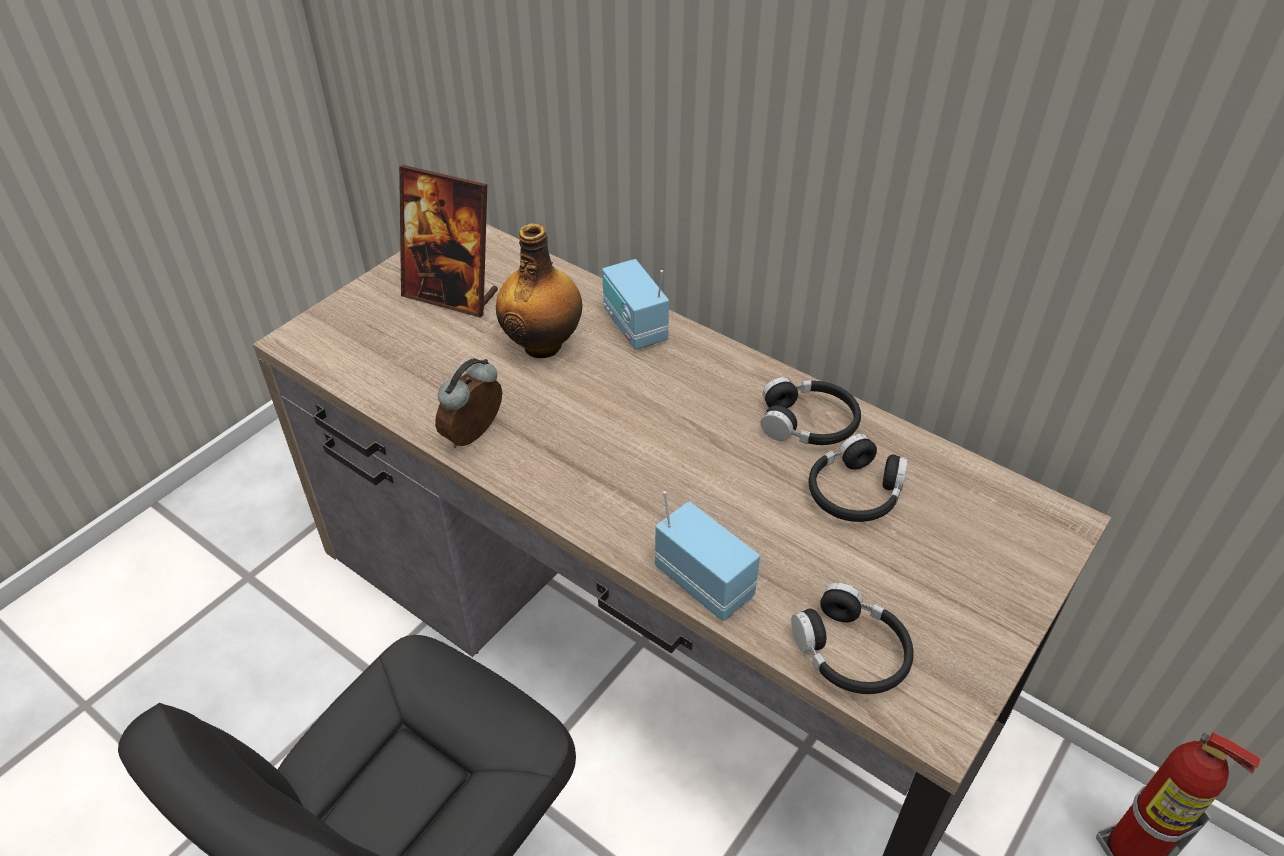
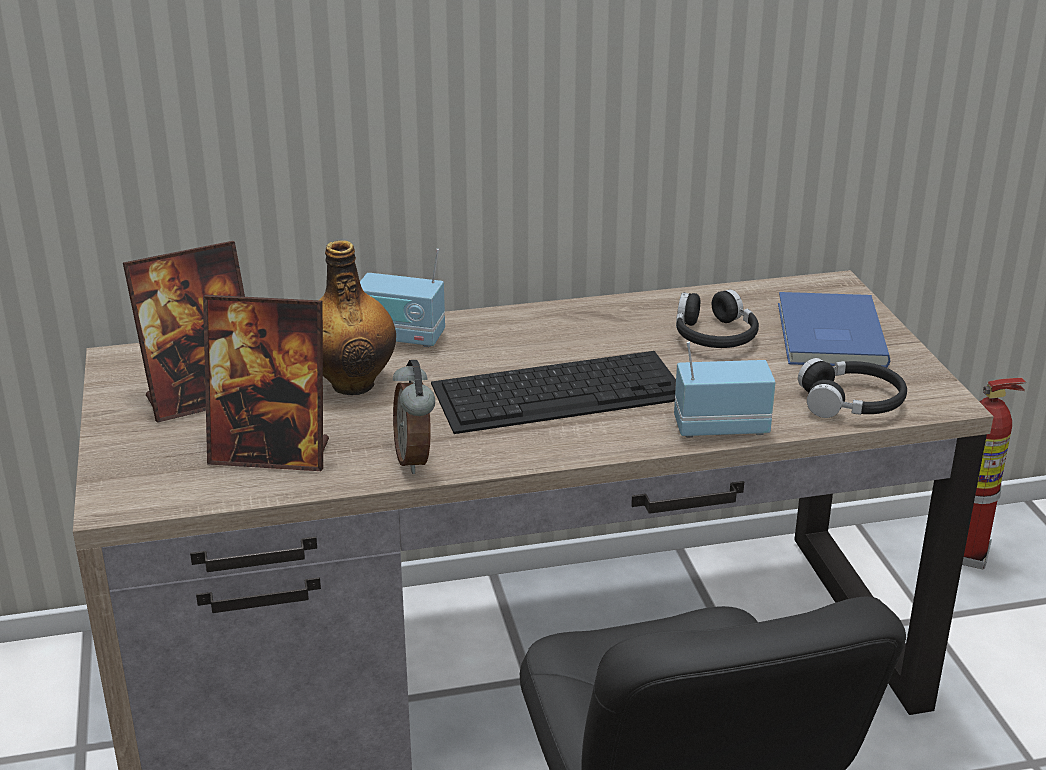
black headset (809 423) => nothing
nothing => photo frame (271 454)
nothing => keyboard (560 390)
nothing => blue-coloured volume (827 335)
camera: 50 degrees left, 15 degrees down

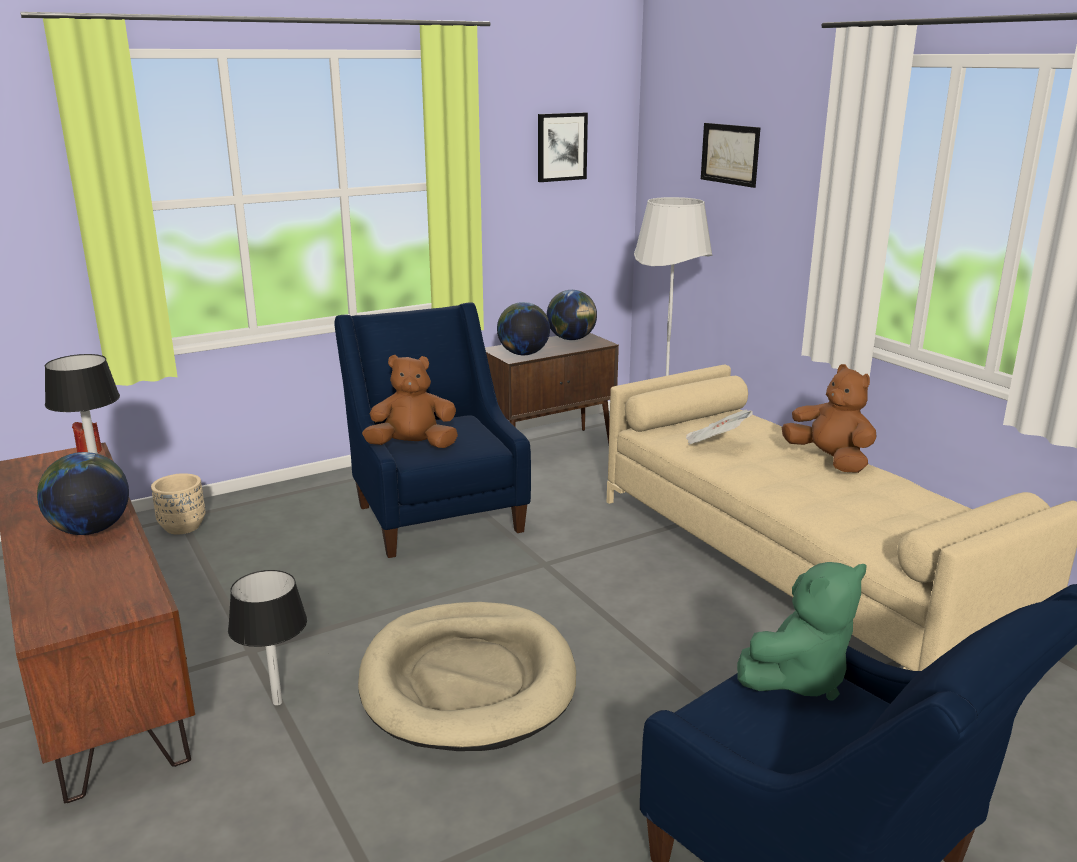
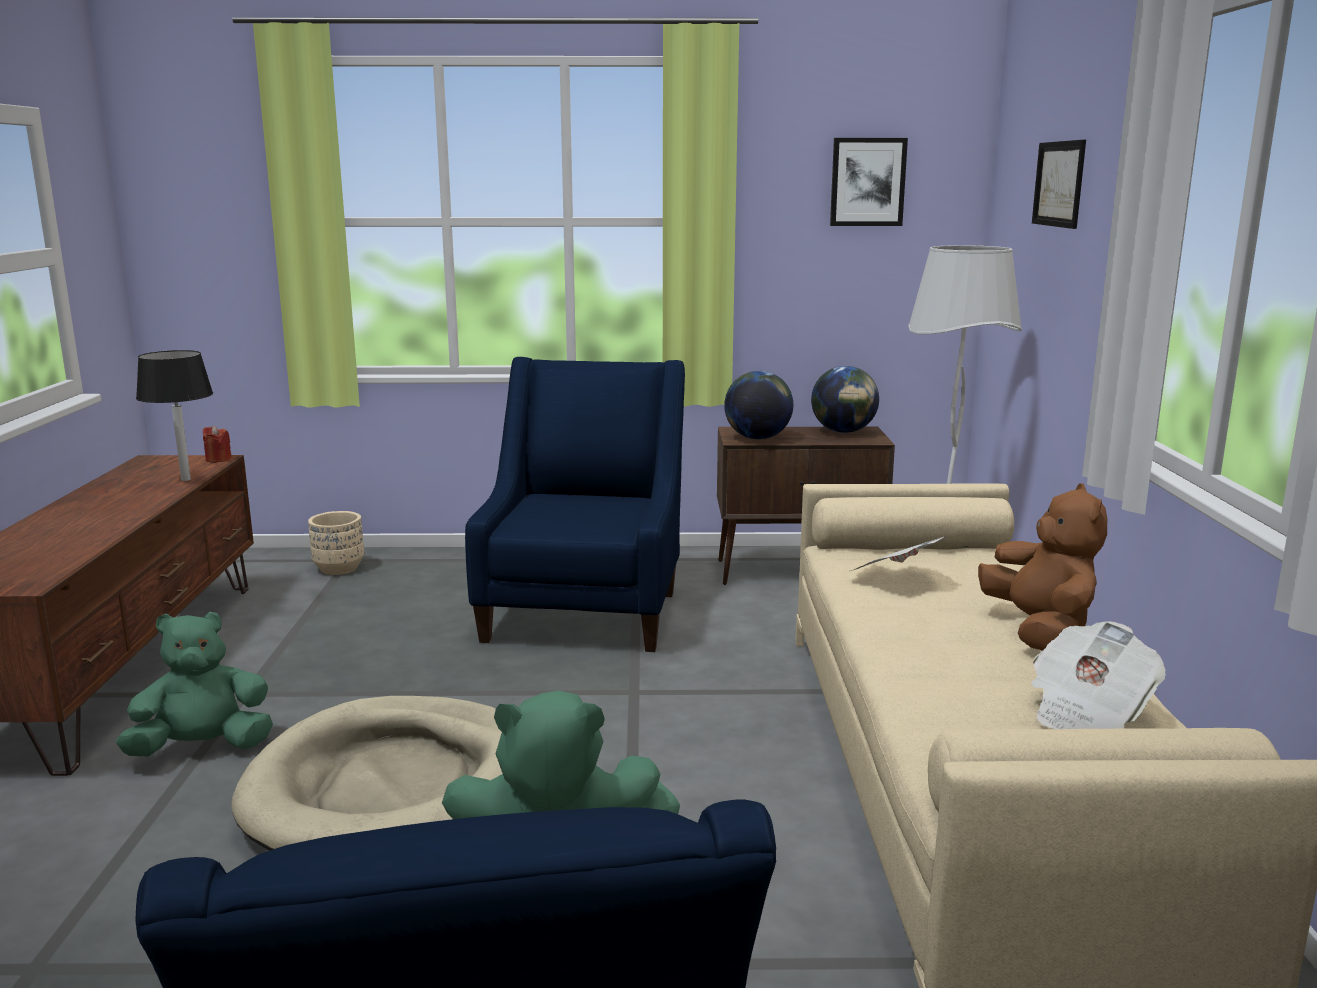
globe (90 530) => nothing
black tabletop lamp (277 702) => green-coloured plush toy (203 748)
brown-coloured plush toy (413 446) => nothing
nothing => daily paper (1087 709)
camera: 30 degrees right, 5 degrees down

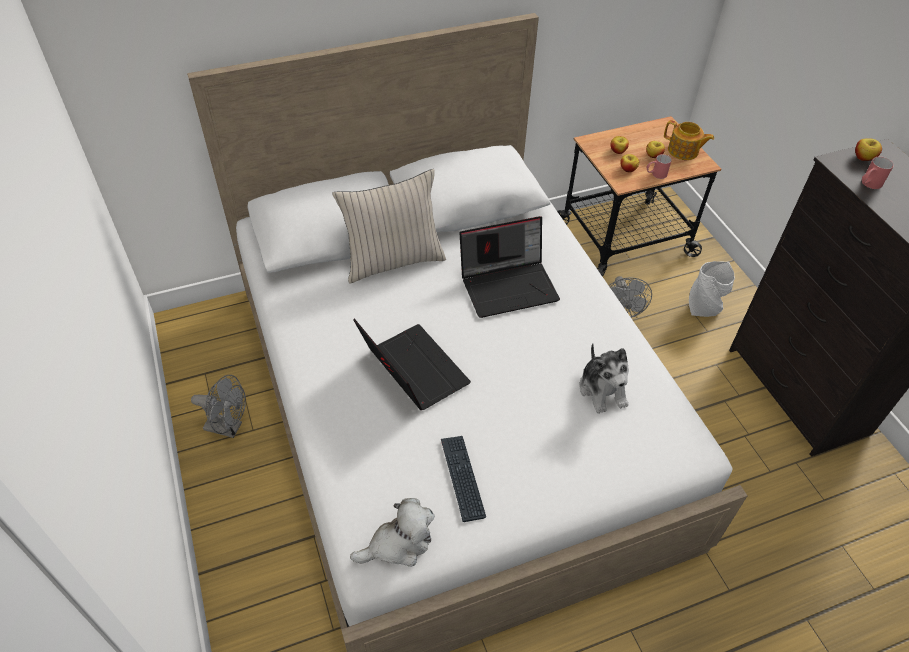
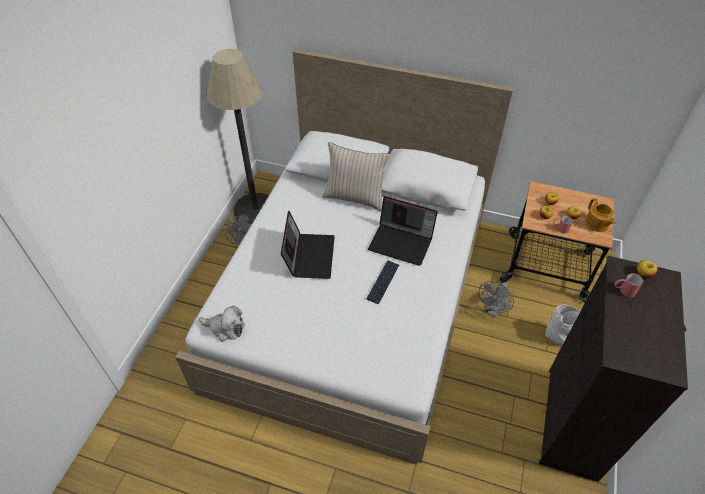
keyboard (462 478) => keyboard (383 282), move
plush toy (602 389) => nothing
nothing => floor lamp (255 209)
camera: 40 degrees right, 0 degrees up

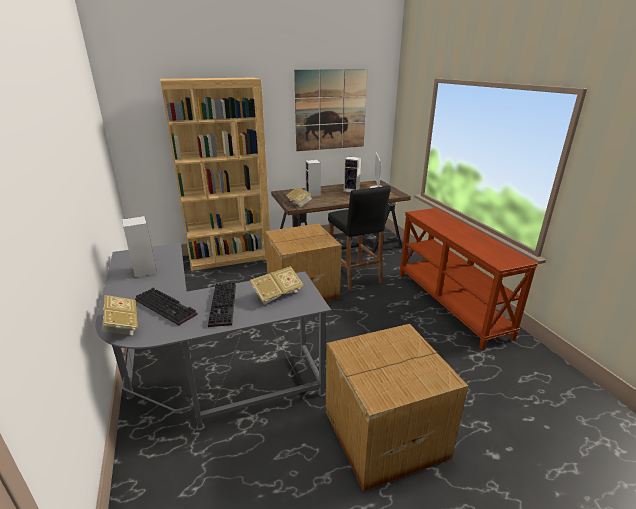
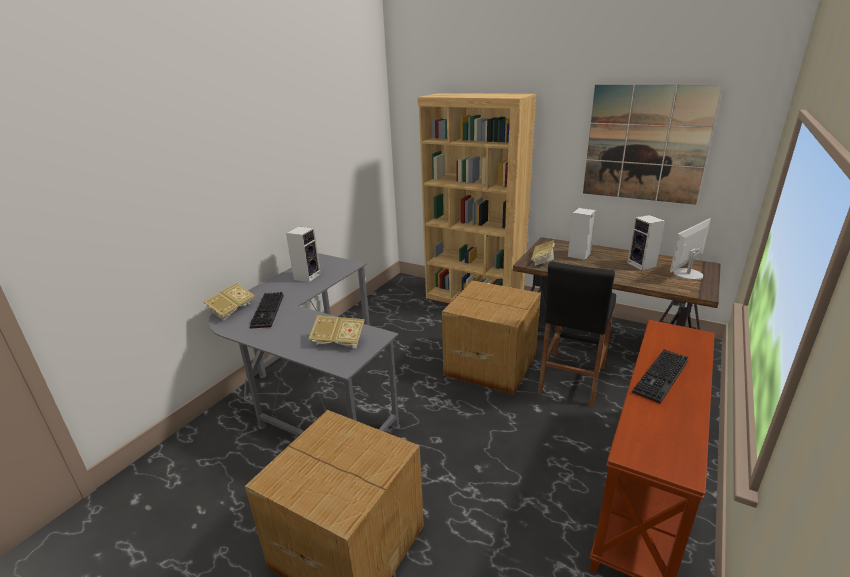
keyboard (224 305) => keyboard (662 378), move
camera: 50 degrees right, 0 degrees up

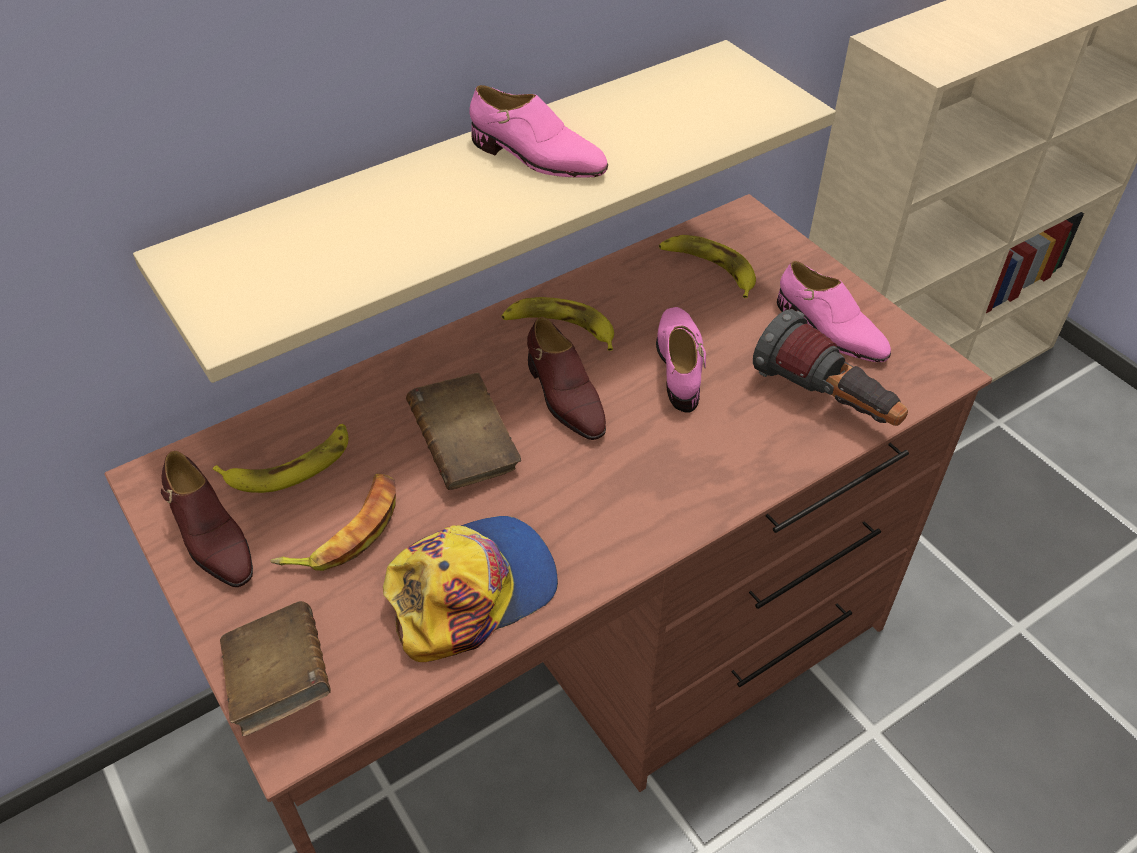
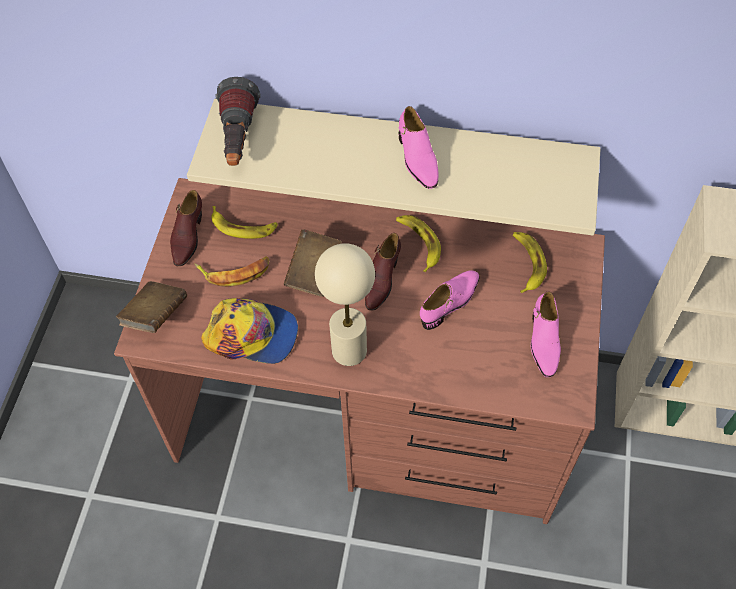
flashlight (826 401) => flashlight (238 140), move
nothing => sand-coloured tabletop lamp (348 350)
camera: 45 degrees right, 10 degrees up

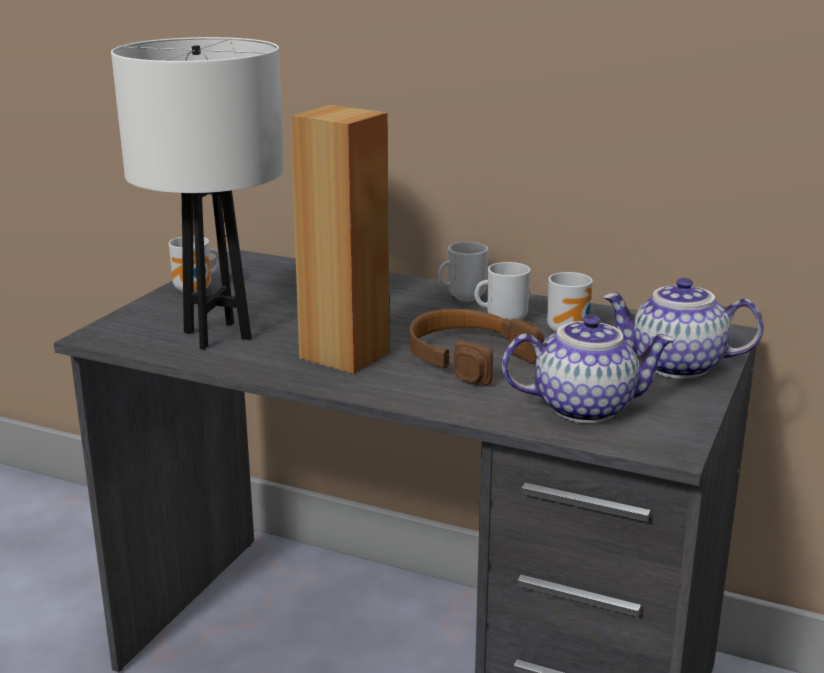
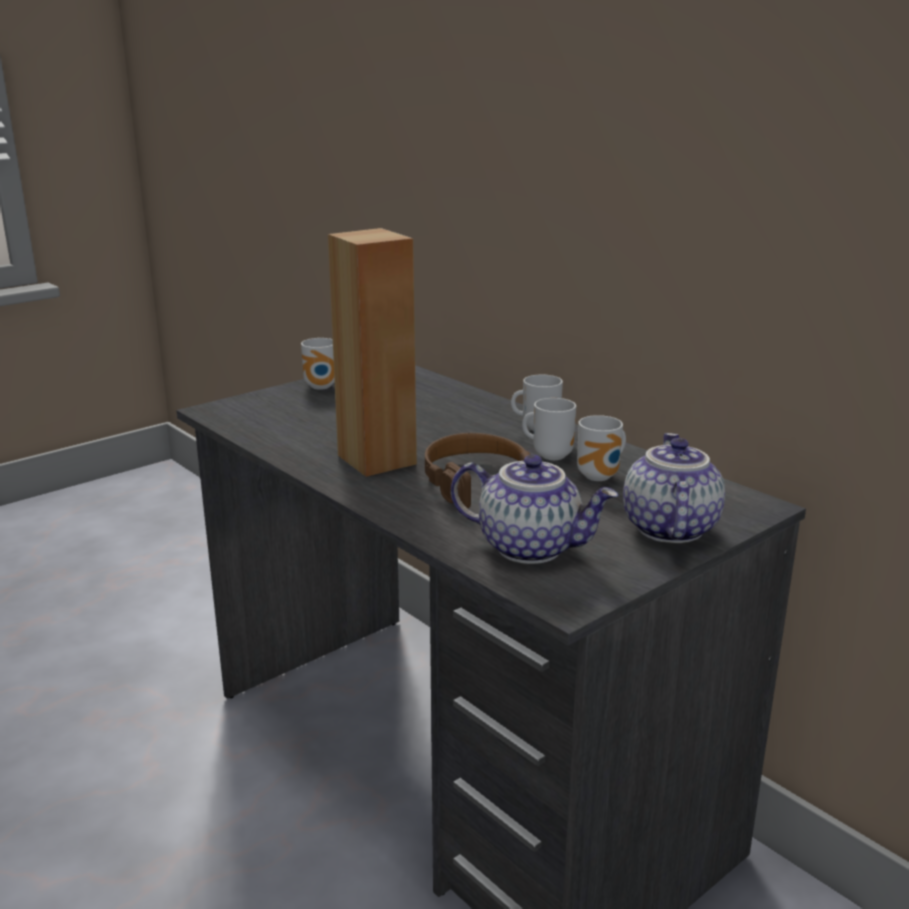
whitish tabletop lamp (216 335) => nothing
pot for tea (675 366) => pot for tea (667 528), 60 degrees clockwise
camera: 25 degrees right, 0 degrees up

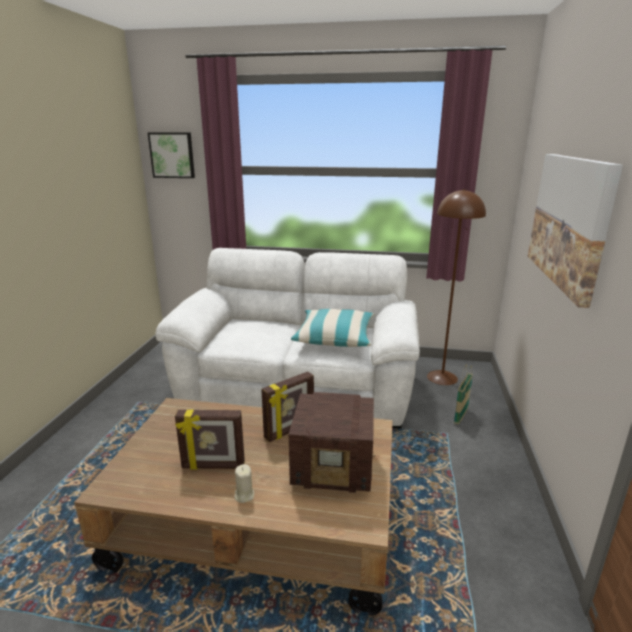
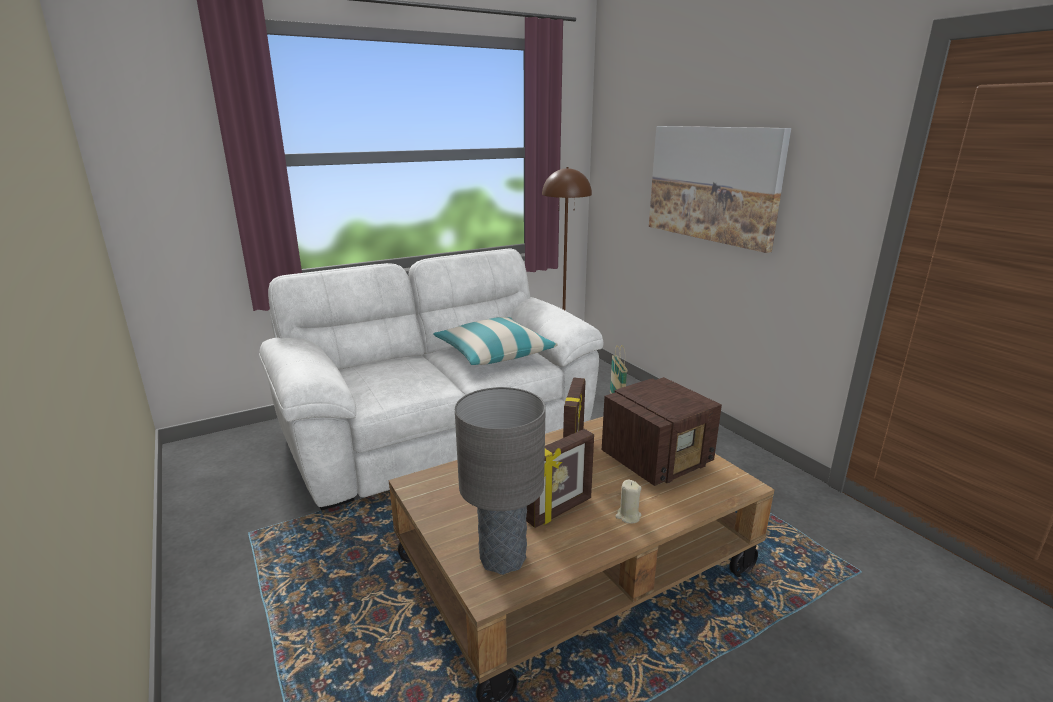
wall picture (172 155) => nothing
nothing => greyish tabletop lamp (502 558)
camera: 40 degrees left, 0 degrees up

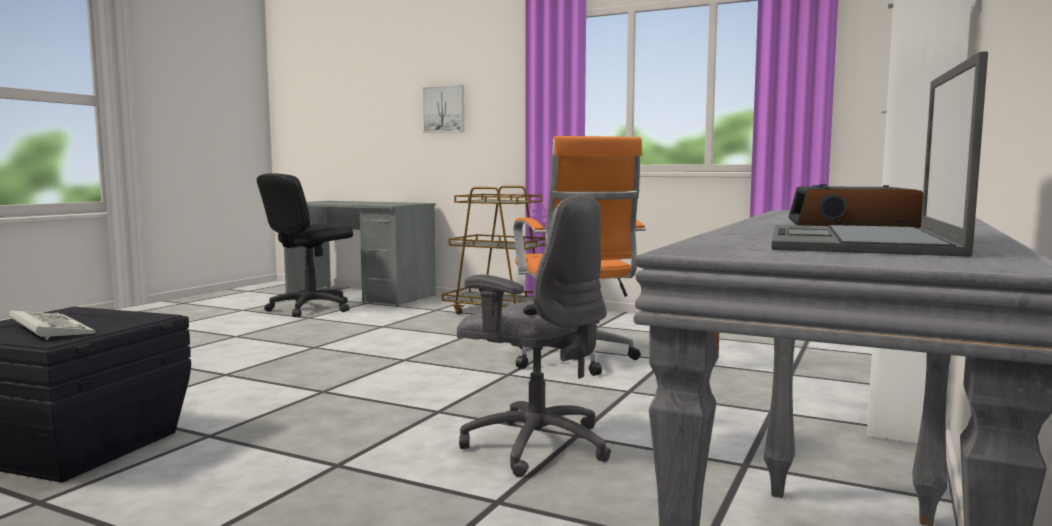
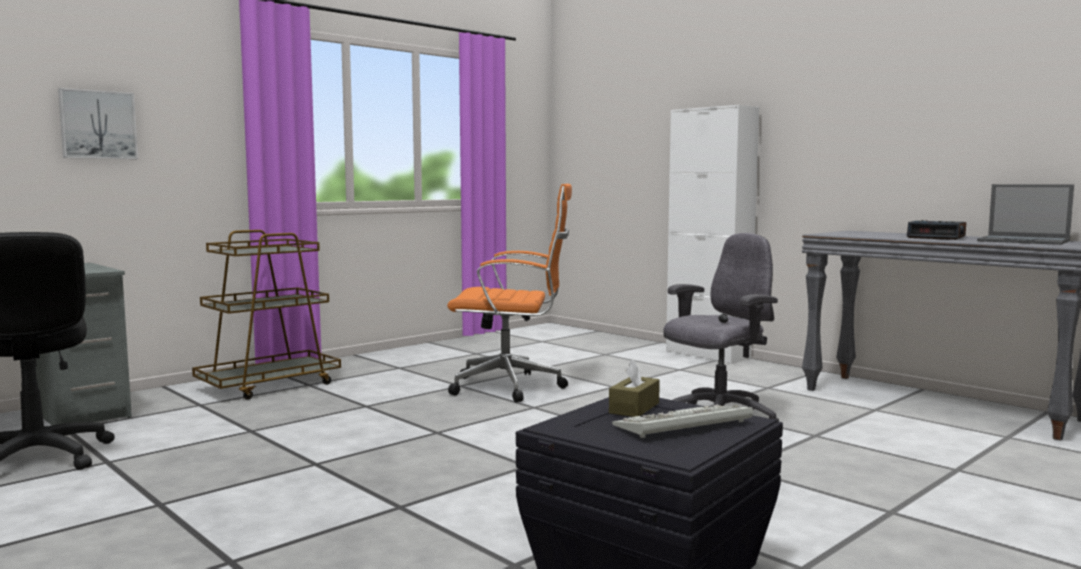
nothing => brown-coloured tissue holder (634 408)
camera: 70 degrees left, 0 degrees up

